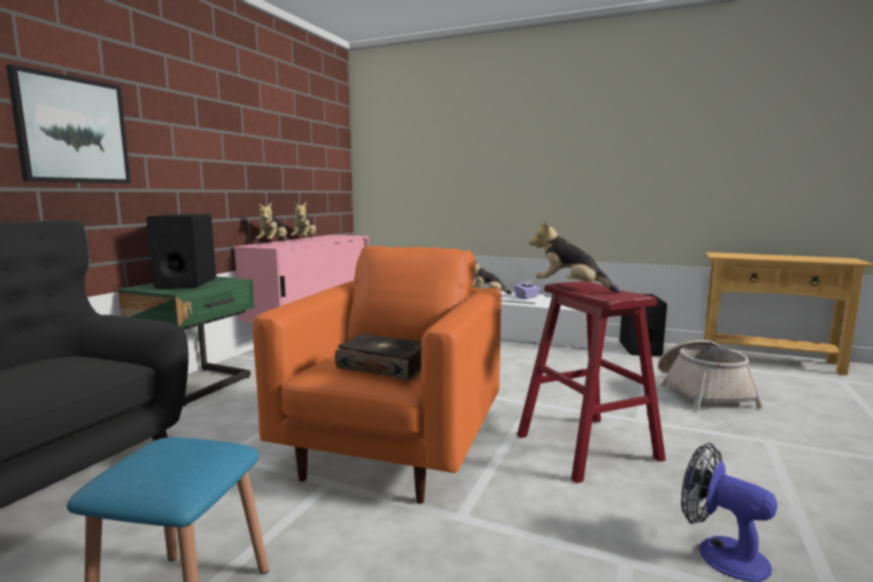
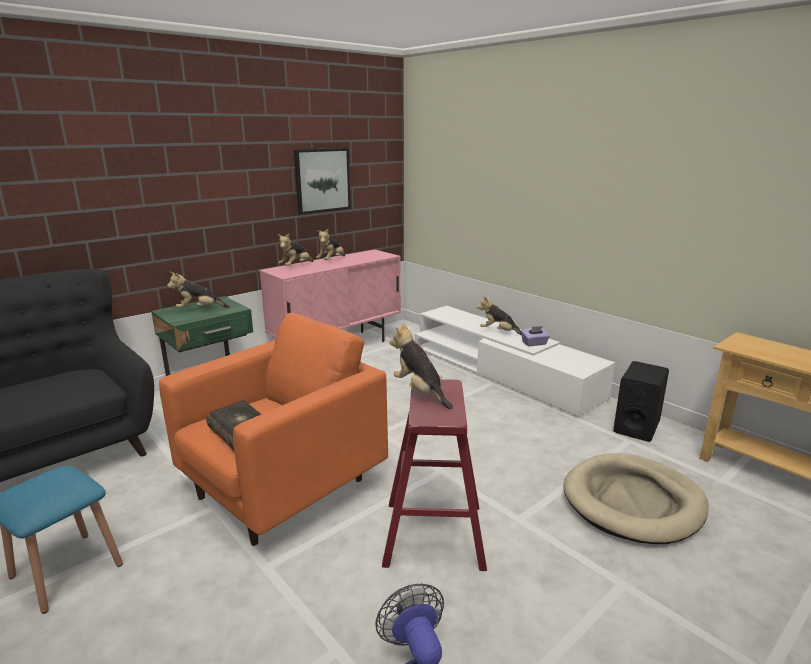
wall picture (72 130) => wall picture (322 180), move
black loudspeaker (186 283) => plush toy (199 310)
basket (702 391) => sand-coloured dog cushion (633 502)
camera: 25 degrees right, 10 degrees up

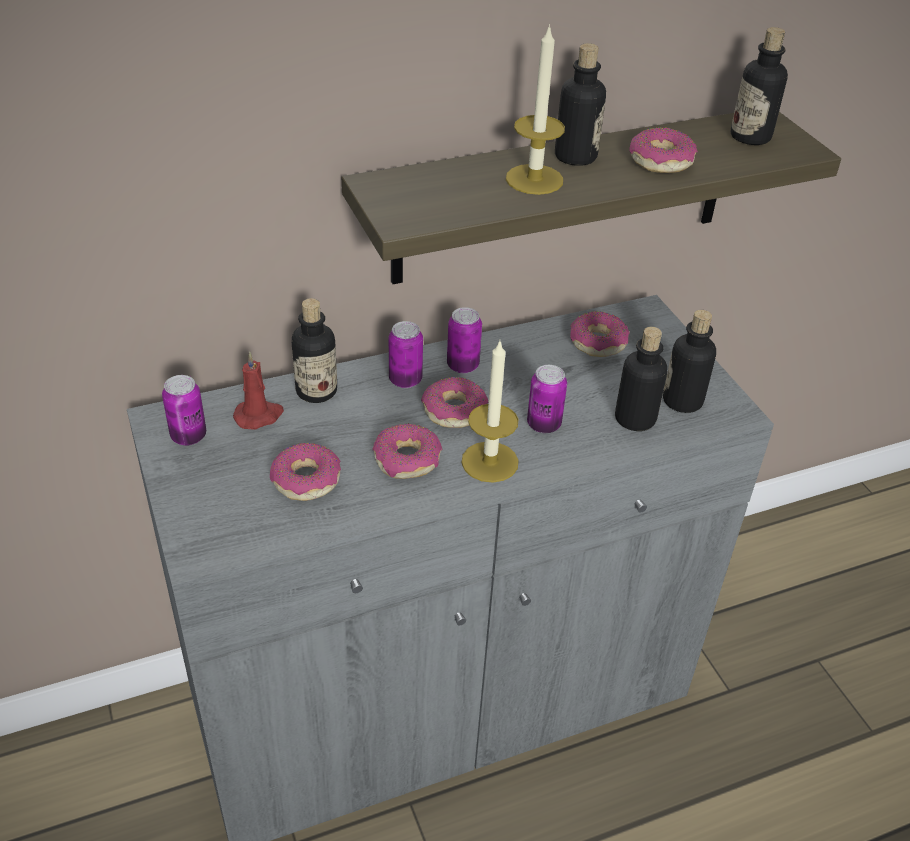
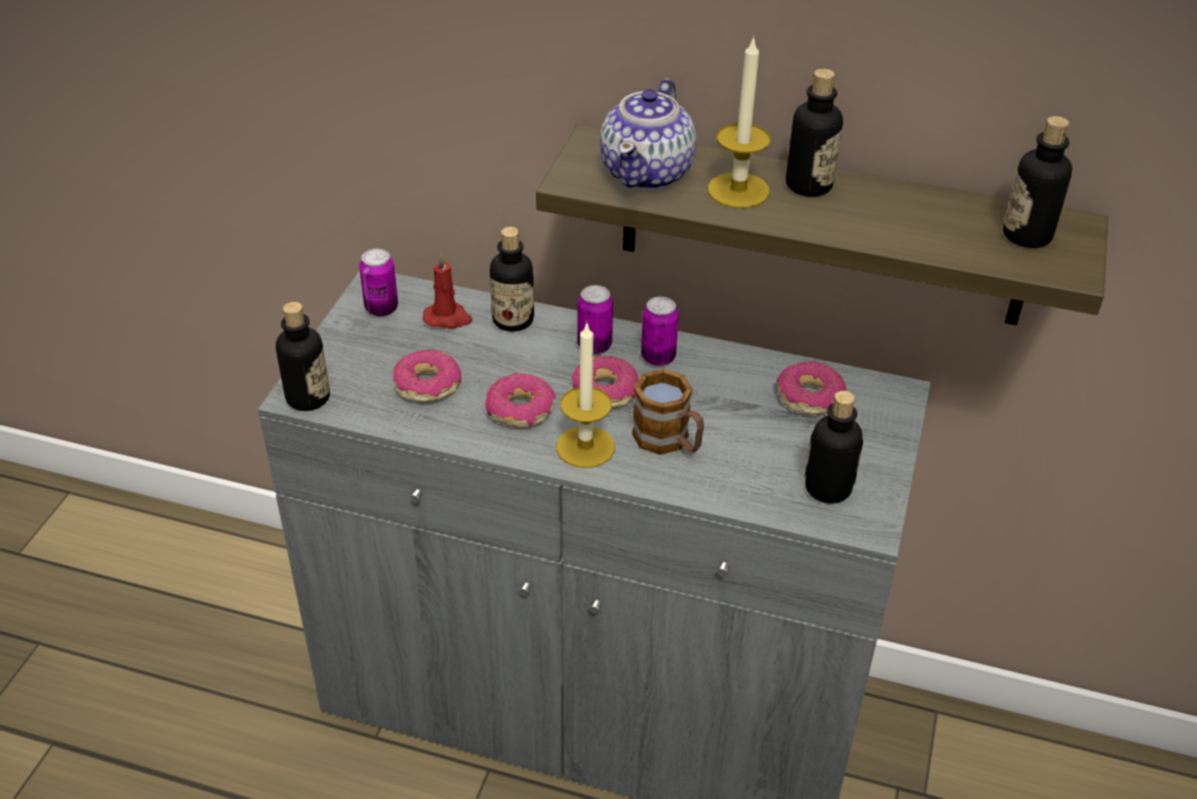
sealed can (543 424) => tea mug (669 441)
bottle (635 418) => bottle (308 398), move
doughnut (660 161) => nothing
nothing => pot for tea (648 173)
camera: 40 degrees right, 0 degrees up

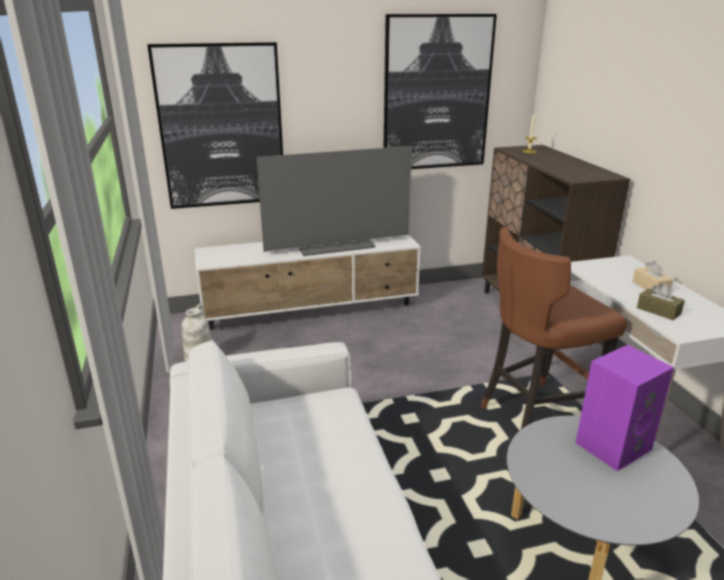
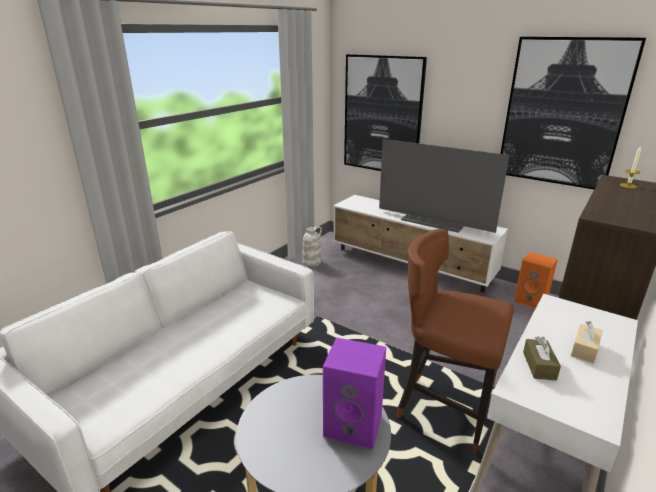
nothing => orange loudspeaker (531 300)
camera: 50 degrees right, 0 degrees up

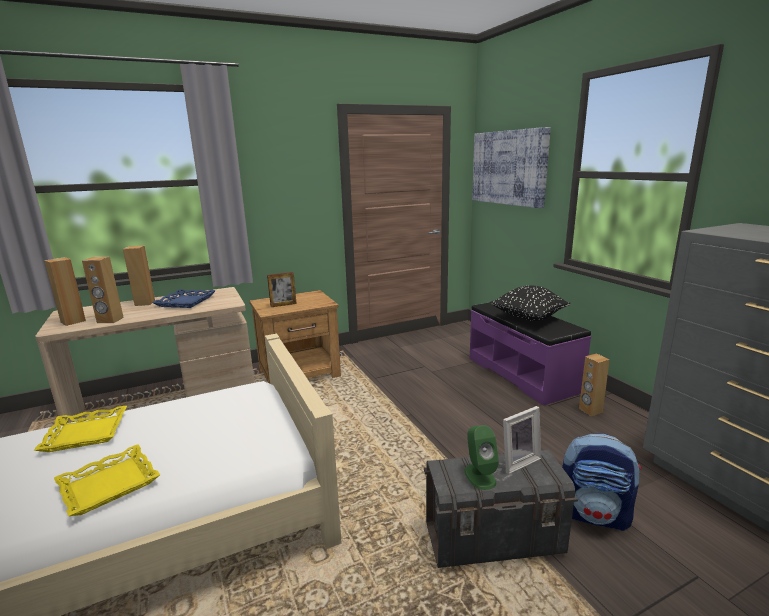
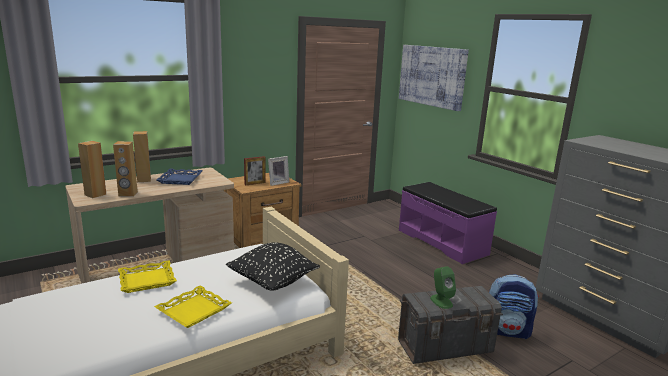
black cushion (528 318) => black cushion (273 282), move
photo frame (517 461) => photo frame (277 183), move
brown-coloured loudspeaker (590 410) => nothing
camera: 10 degrees left, 0 degrees up

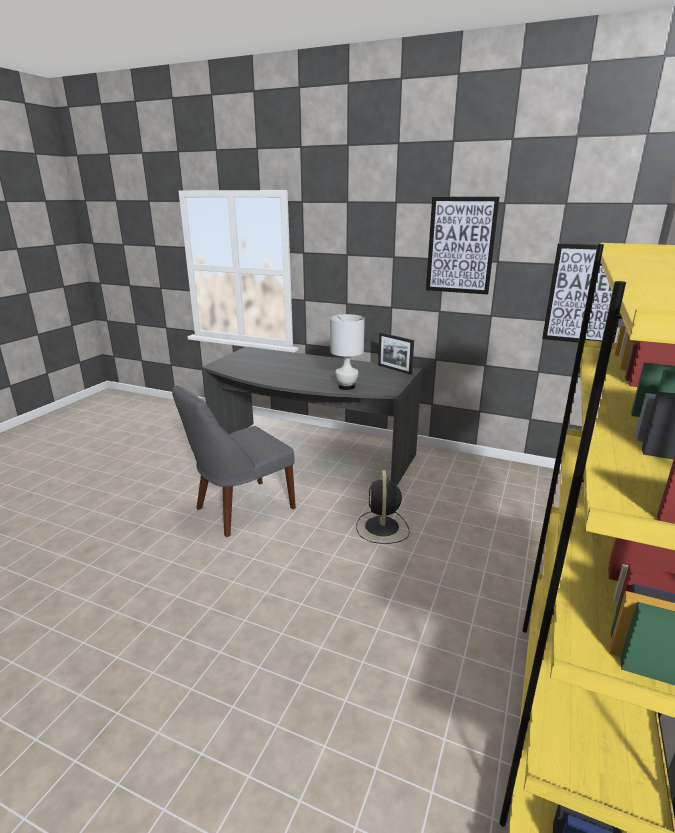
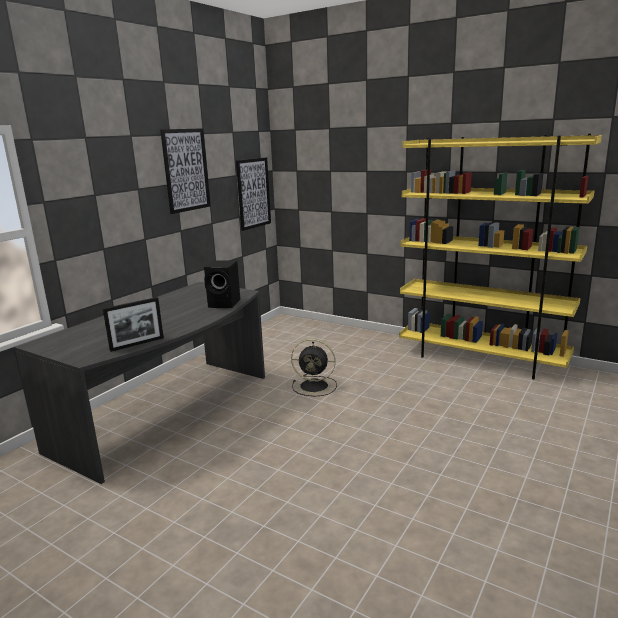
greyish plain chair (241 509) => nothing
whitish tabletop lamp (347 387) => black loudspeaker (225 303)
photo frame (394 369) => photo frame (137 344), move
camera: 80 degrees left, 5 degrees down

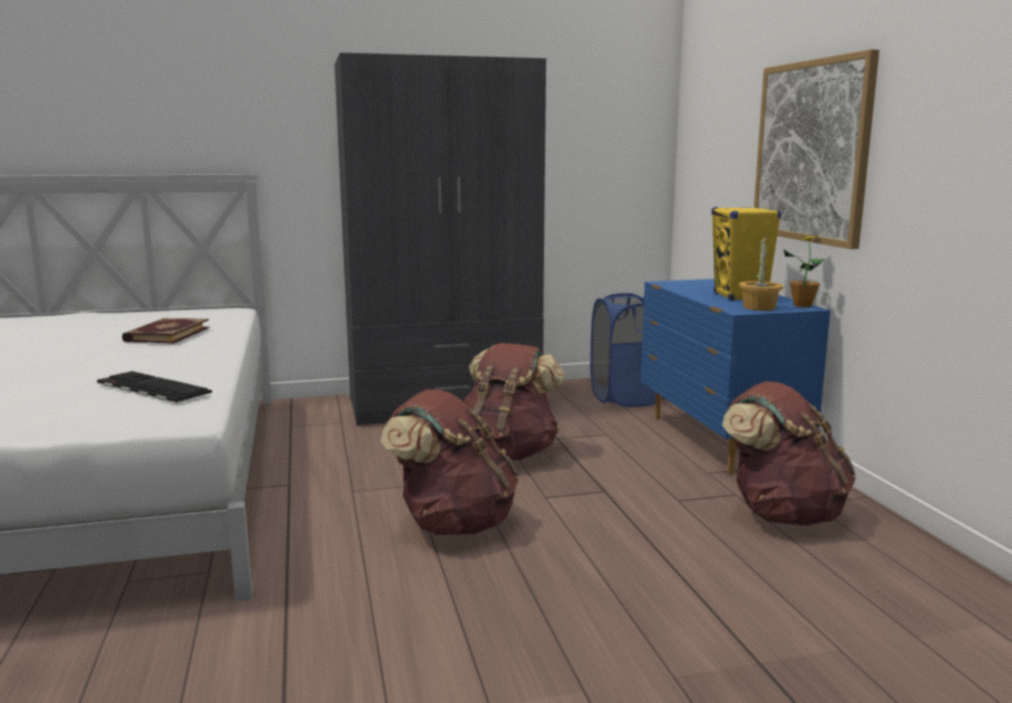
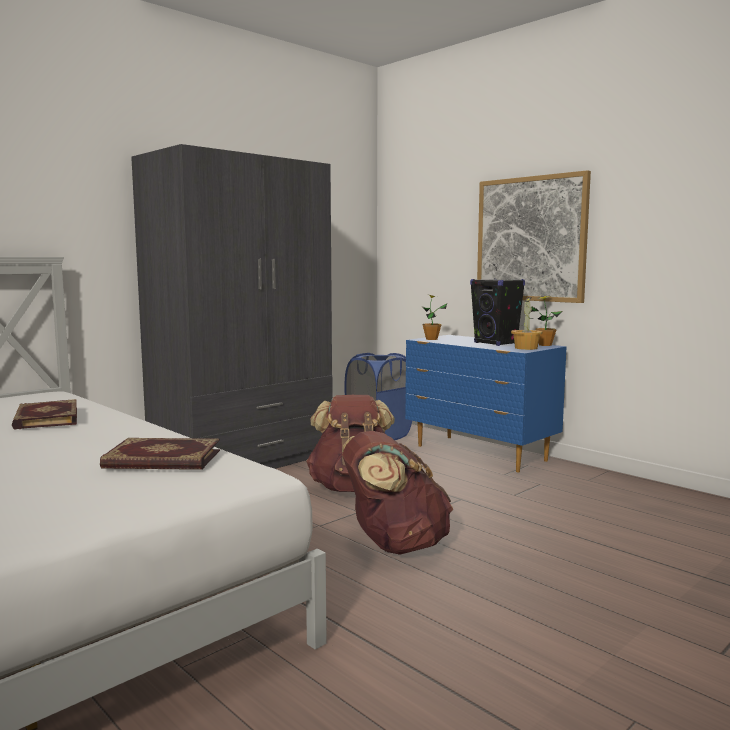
keyboard (150 388) => volume (162 460)
yellow-coloured loudspeaker (740 297) => black loudspeaker (496 343)
brown-coloured knapsack (782 514) => nothing
nothing => potted plant (431 339)
camera: 30 degrees left, 5 degrees down

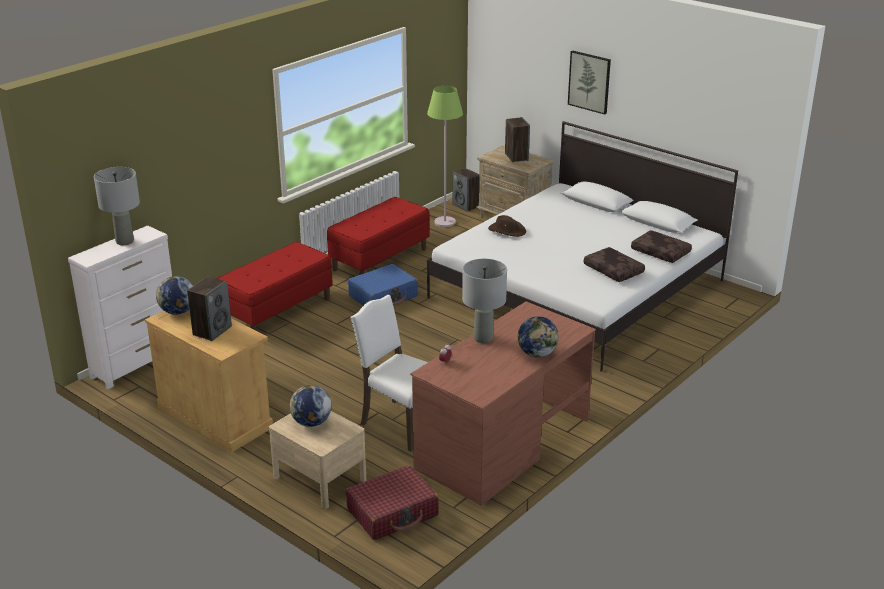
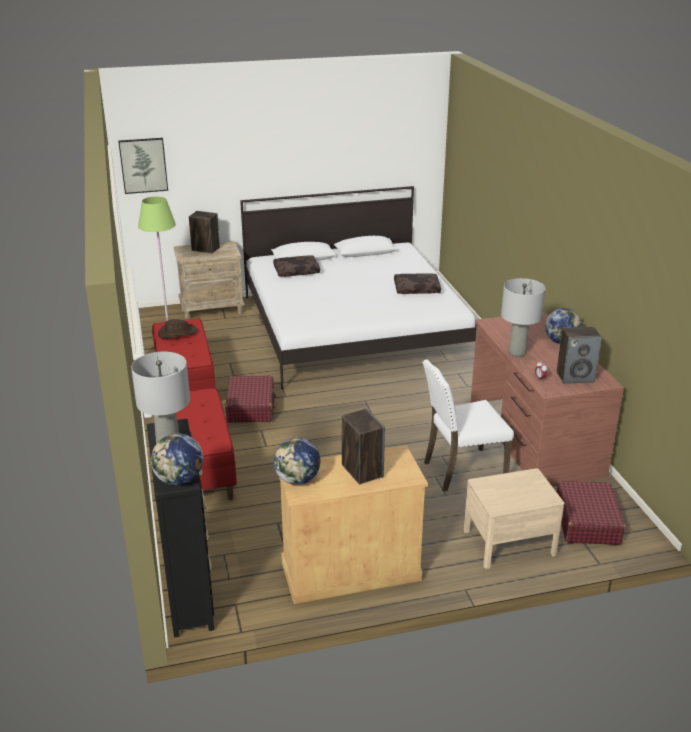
whitish drawer chest (137 364) => black drawer chest (188 592)
globe (311 422) => globe (179 480), move
blue-coloured piece of luggage (383 296) => red piece of luggage (251 407)
loudspeaker (466 206) => loudspeaker (575 377), move
brown-coloured hat (507 230) => brown-coloured hat (177 333), move
wall picture (589 82) => wall picture (143 165), move
brown-coloured cushion (661 252) => brown-coloured cushion (296 271), move
camera: 55 degrees left, 0 degrees up

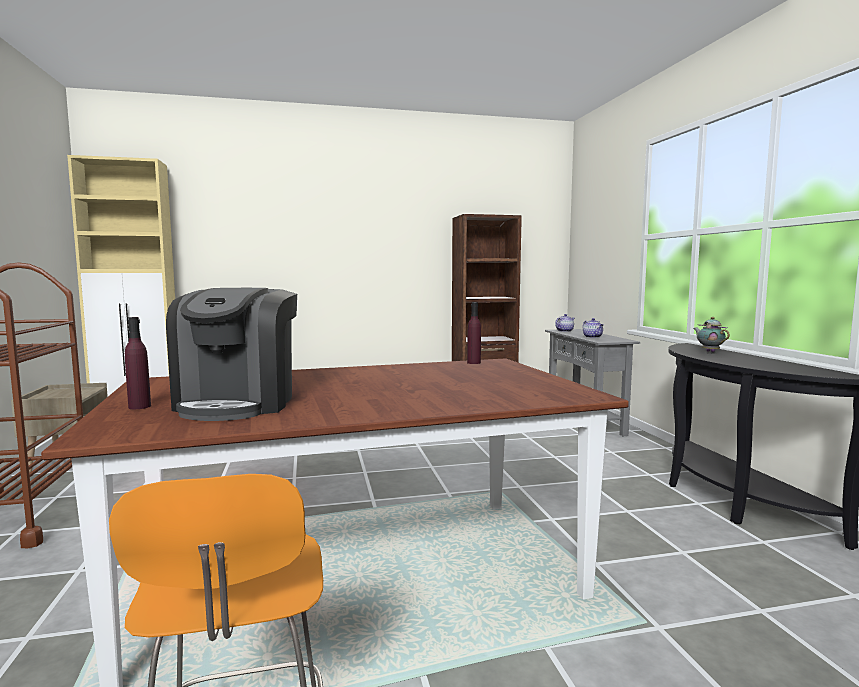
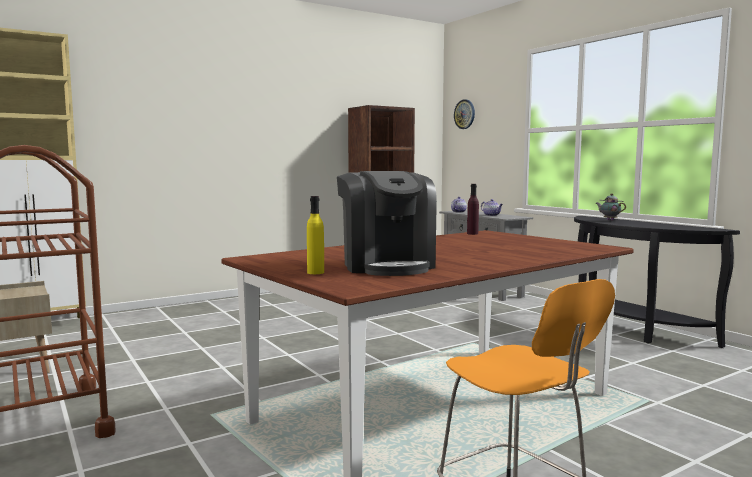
purple bottle (139 406) => yellow-coloured bottle (315 272)
nothing => hanging clock (464 114)
camera: 20 degrees left, 0 degrees up

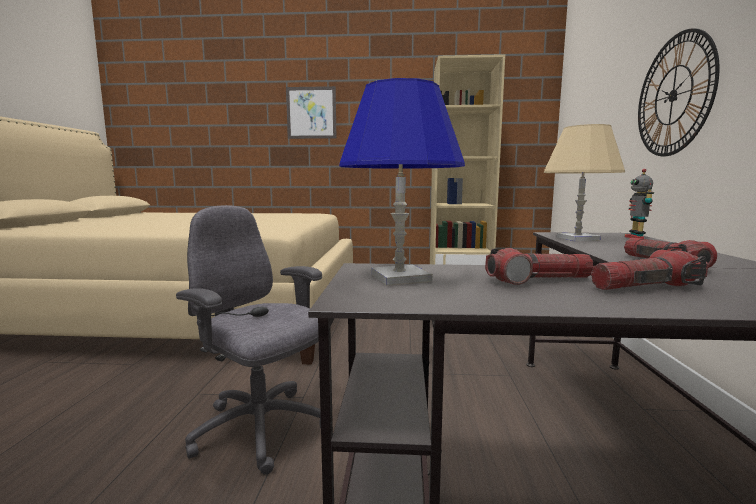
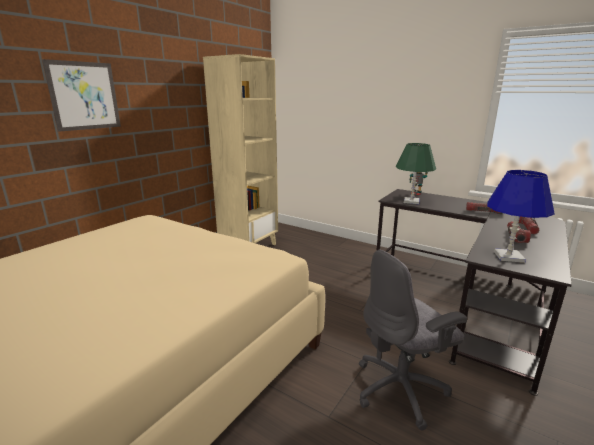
sand-coloured tabletop lamp (577 238) => green-coloured tabletop lamp (411 201)
hanging clock (673 95) => nothing
camera: 60 degrees left, 10 degrees up

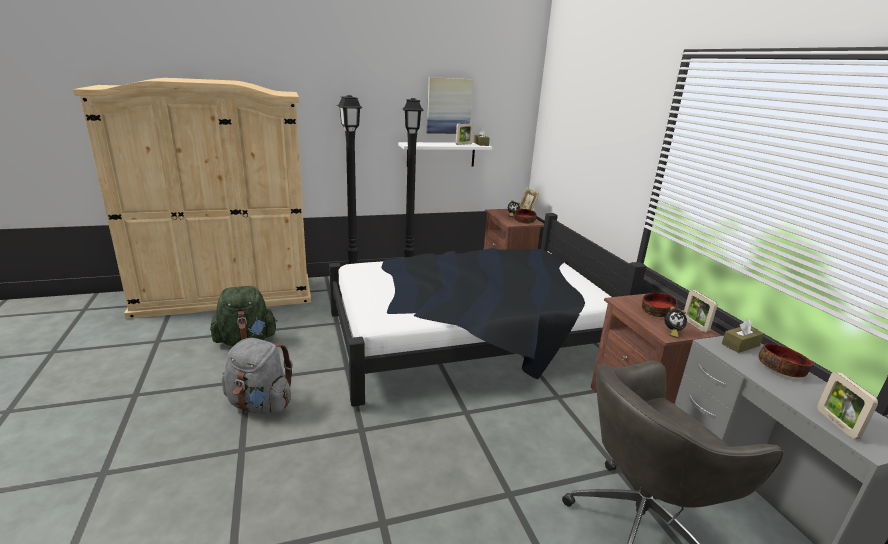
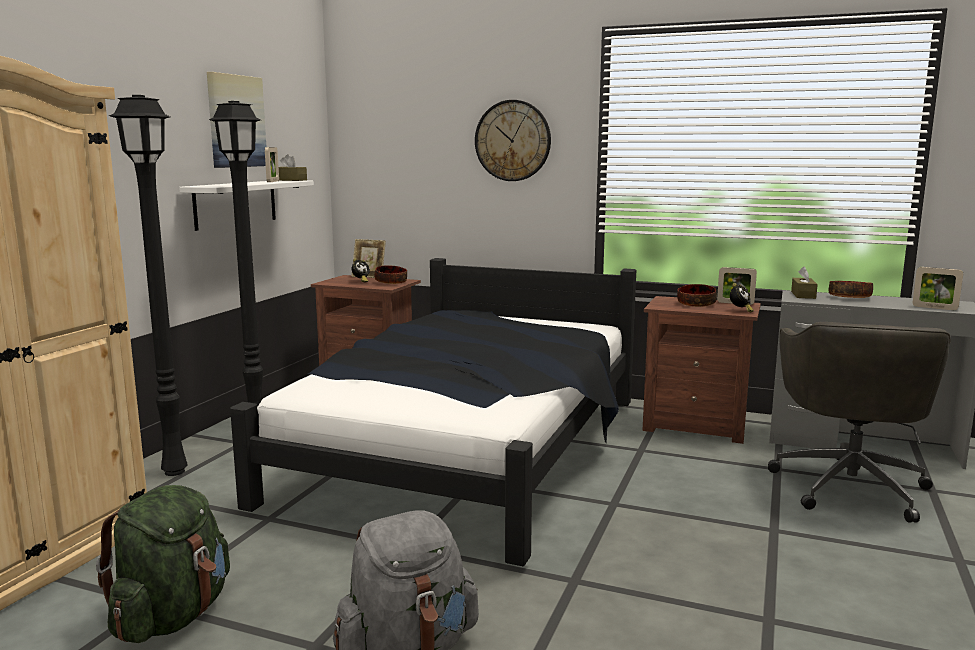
nothing => hanging clock (512 140)
camera: 50 degrees left, 10 degrees down

